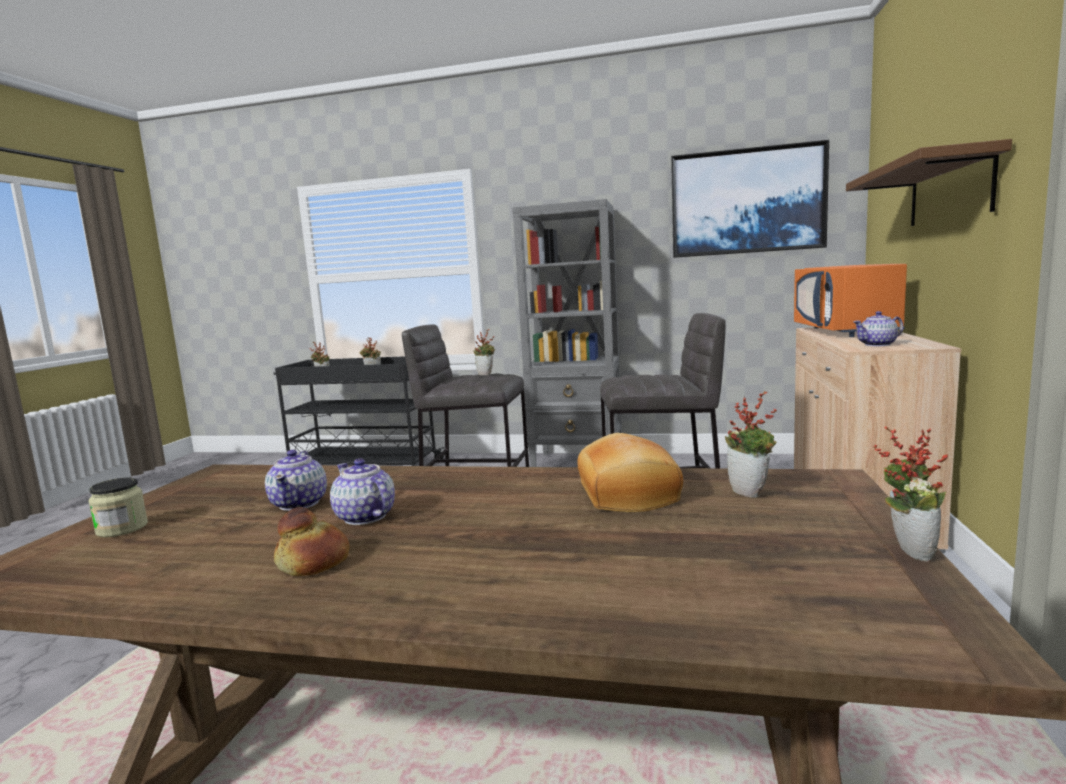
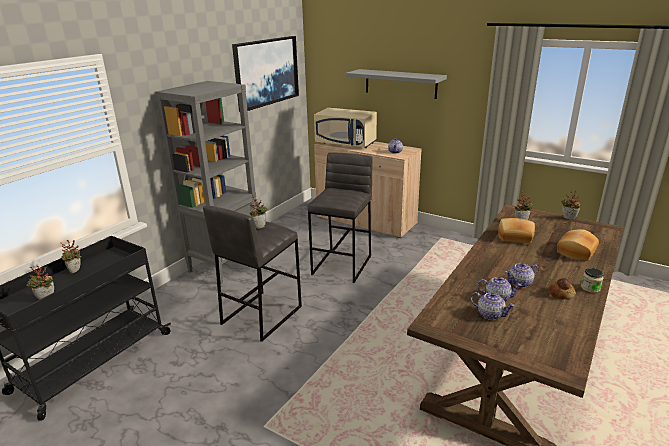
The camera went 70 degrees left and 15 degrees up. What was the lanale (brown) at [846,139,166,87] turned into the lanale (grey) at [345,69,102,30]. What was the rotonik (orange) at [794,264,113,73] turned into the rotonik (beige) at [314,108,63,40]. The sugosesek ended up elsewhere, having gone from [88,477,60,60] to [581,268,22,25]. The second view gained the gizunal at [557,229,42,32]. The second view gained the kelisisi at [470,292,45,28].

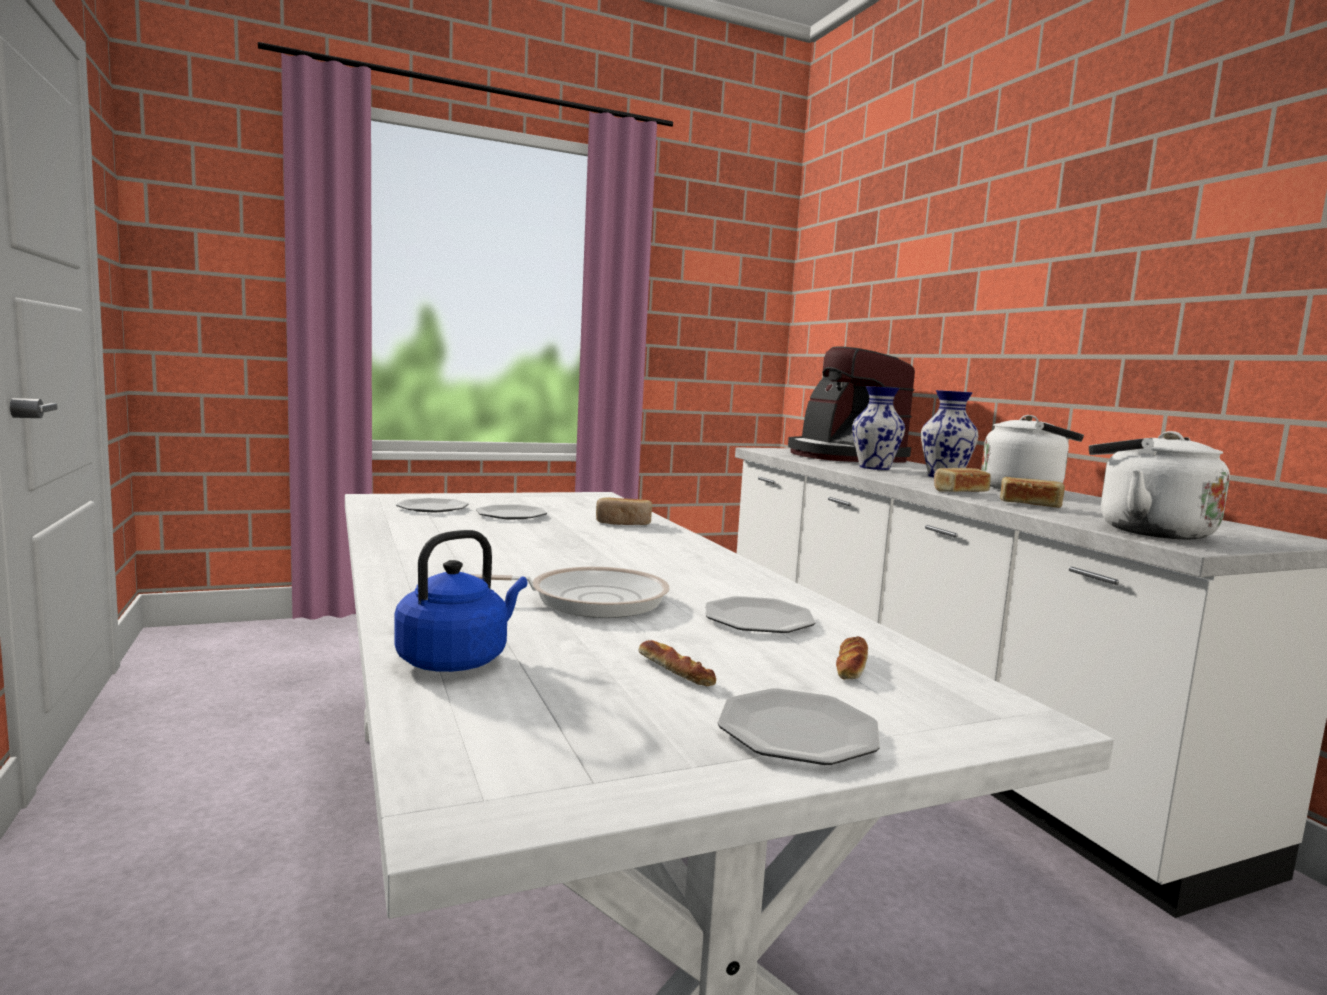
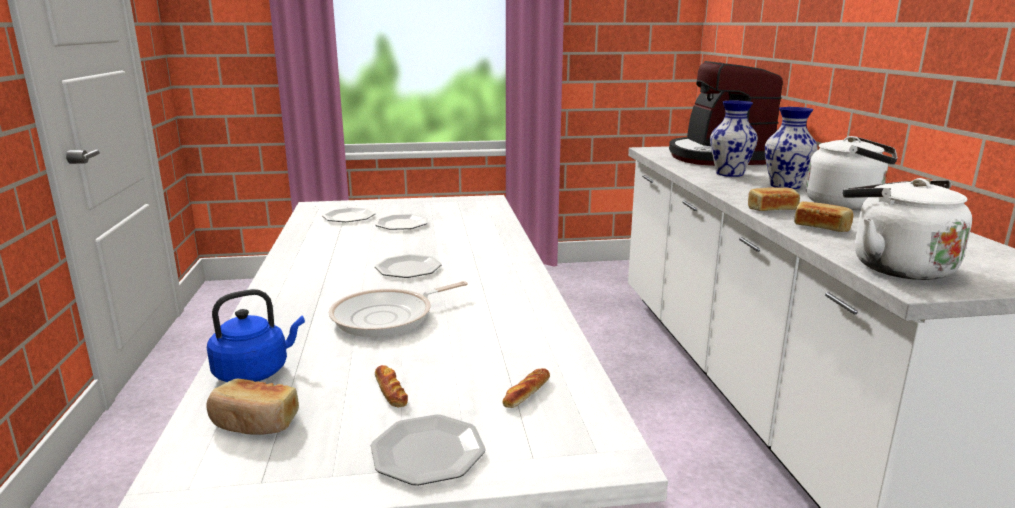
The camera went 15 degrees right and 10 degrees up. The gizunal ended up elsewhere, having gone from [596,497,56,28] to [206,379,93,56]. The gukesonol at [470,566,200,52] ended up facing another way, 135 degrees clockwise from before. The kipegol ended up elsewhere, having gone from [705,596,111,37] to [375,254,67,24].

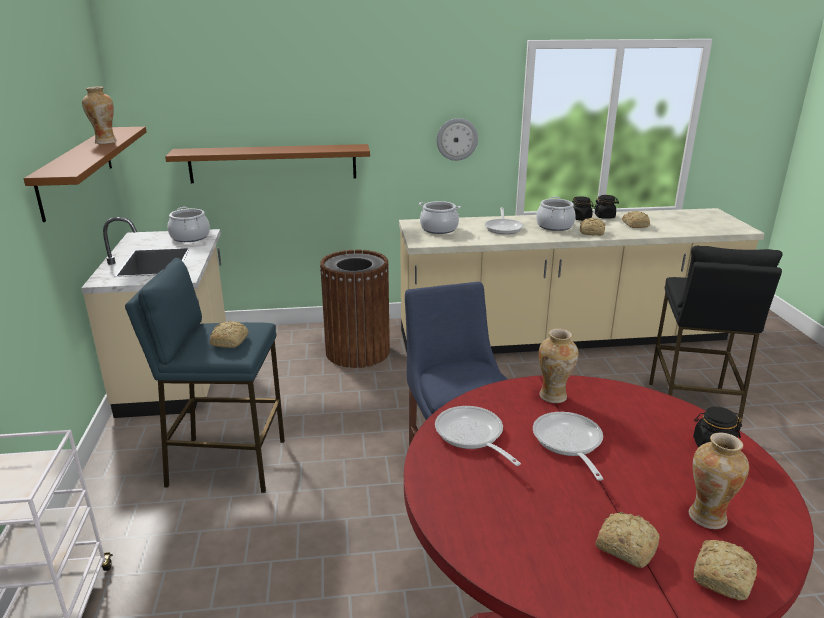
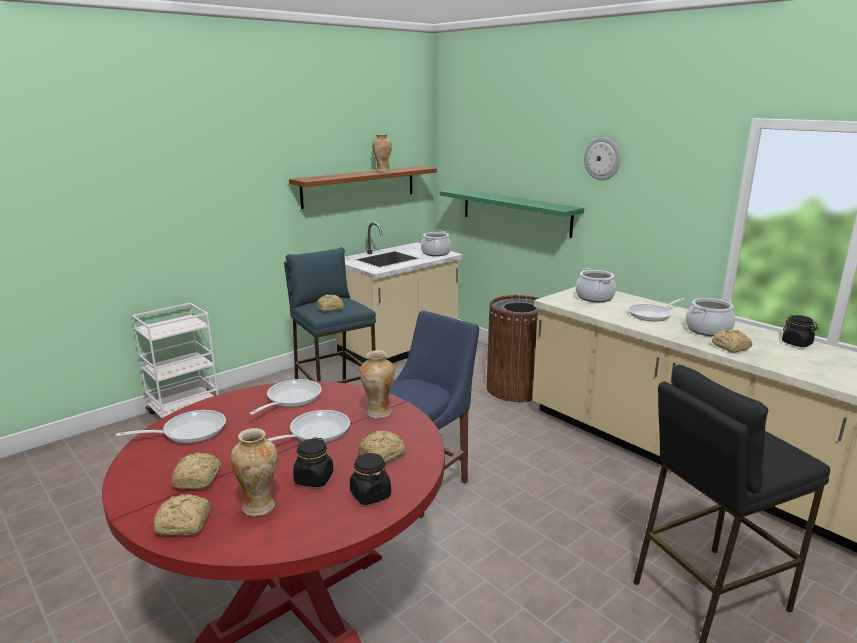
The camera went 55 degrees right and 5 degrees down. The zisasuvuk ended up elsewhere, having gone from [437,118,41,43] to [584,137,37,43]. What was the lanale (brown) at [165,144,205,39] turned into the lanale (green) at [440,189,144,49]. The sugosesek (black) ended up elsewhere, having gone from [572,197,21,24] to [293,437,40,50]. The gizunal ended up elsewhere, having gone from [622,211,28,17] to [358,430,48,33]. The second view gained the gukesonol at [116,410,110,33].

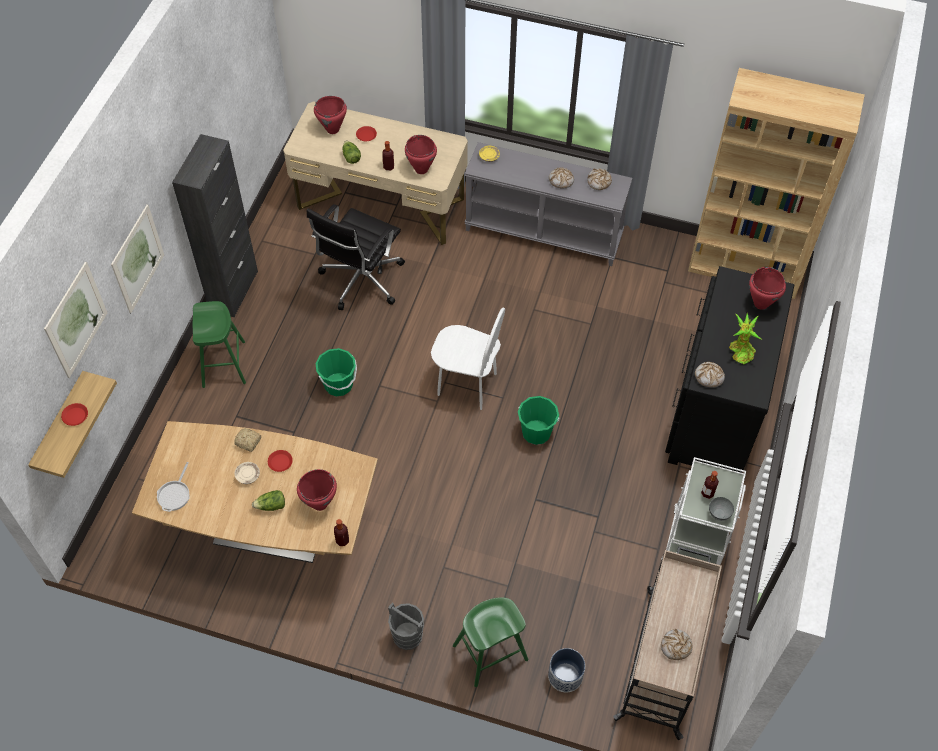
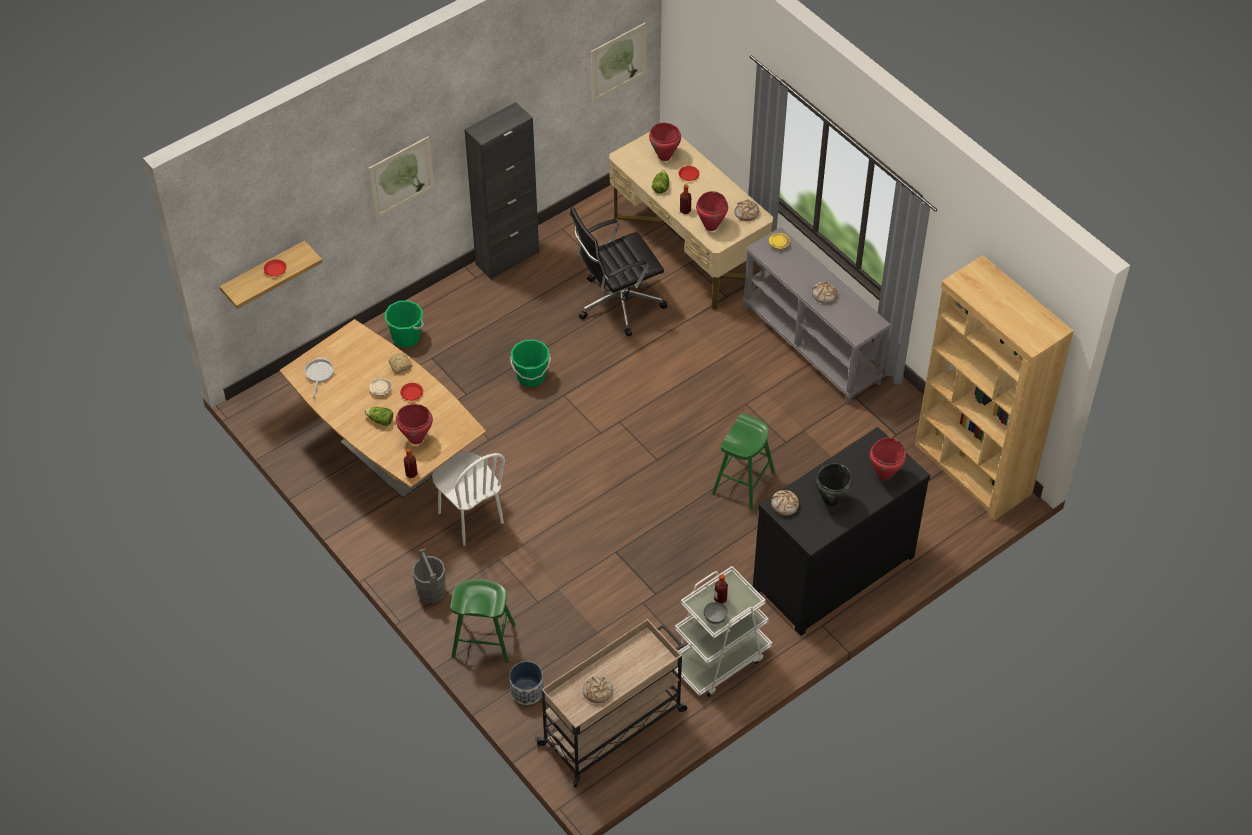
The camera went 35 degrees right and 5 degrees down. The gizunal ended up elsewhere, having gone from [587,169,25,21] to [734,199,25,22]. The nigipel ended up elsewhere, having gone from [44,262,63,116] to [591,22,56,81]. The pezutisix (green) ended up elsewhere, having gone from [193,301,53,87] to [712,414,63,96]. The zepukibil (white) ended up elsewhere, having gone from [431,307,74,103] to [432,452,73,94]. Where the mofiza stood at [729,313,32,51], the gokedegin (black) came to stand at [815,463,37,43]. The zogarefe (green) ended up elsewhere, having gone from [518,396,42,49] to [385,300,39,48]. The gukesonol at [157,462,32,50] ended up facing another way, 135 degrees clockwise from before.

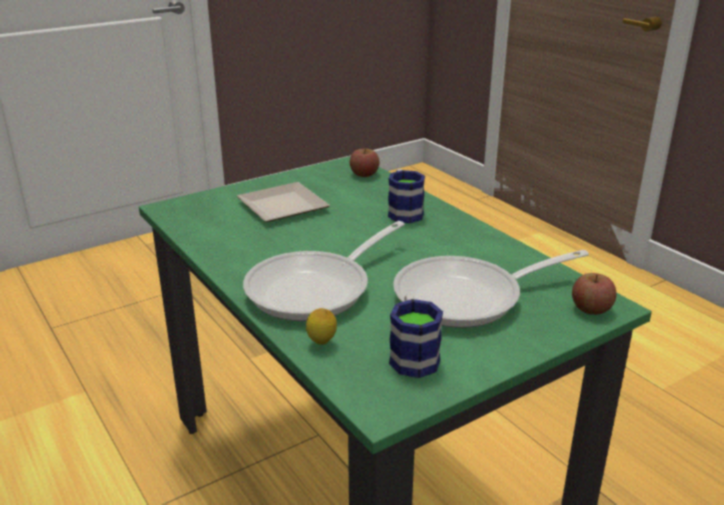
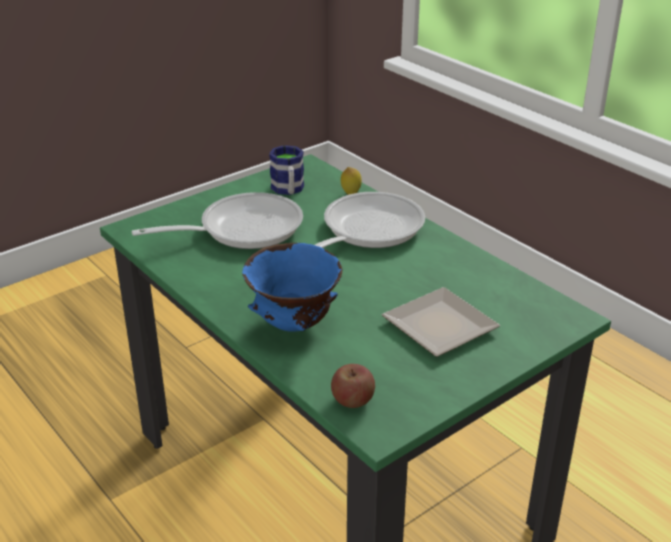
The camera went 175 degrees right and 5 degrees up. Where the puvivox stood at [388,169,37,54], the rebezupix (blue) came to stand at [242,243,100,89]. The second view lost the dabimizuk at [572,273,44,42].

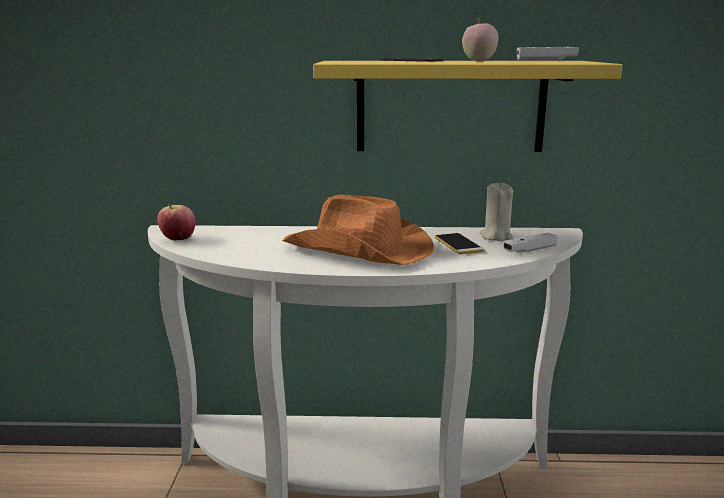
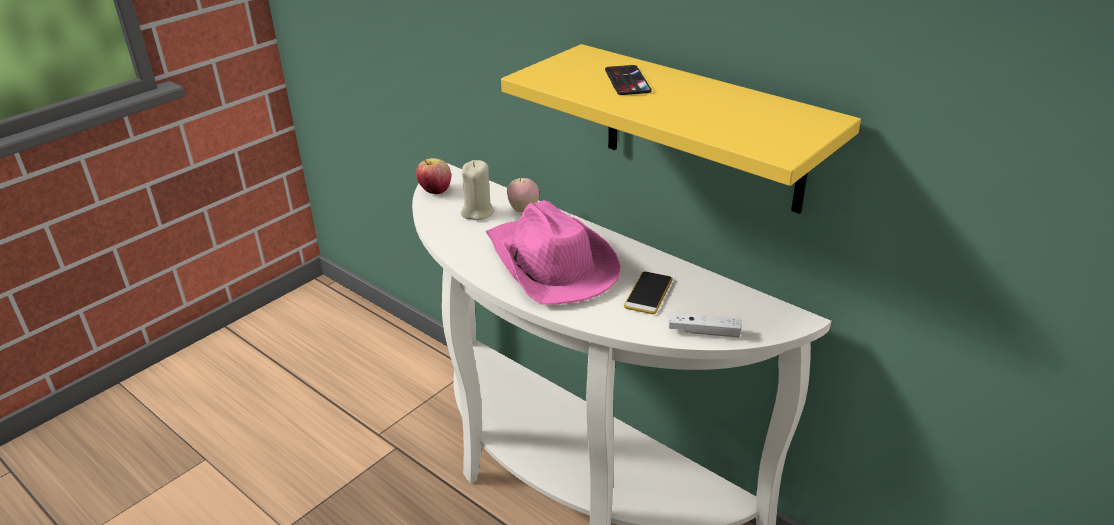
The camera went 40 degrees right and 15 degrees up. The dabimizuk ended up elsewhere, having gone from [462,17,36,44] to [507,176,32,36]. The second view lost the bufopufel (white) at [517,46,62,15]. The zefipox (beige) ended up elsewhere, having gone from [479,182,34,59] to [461,160,33,60]. What was the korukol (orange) at [283,194,151,71] turned into the korukol (pink) at [486,200,135,105].

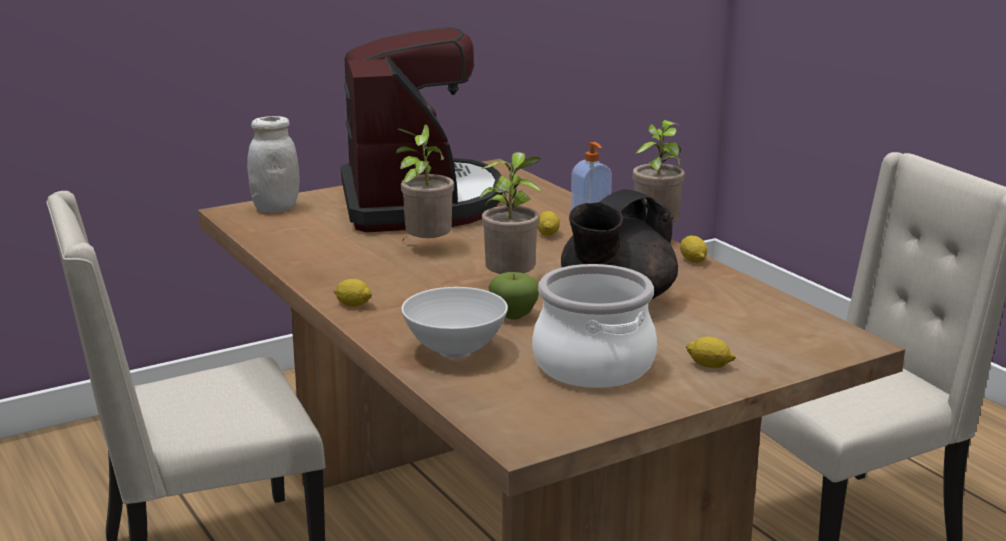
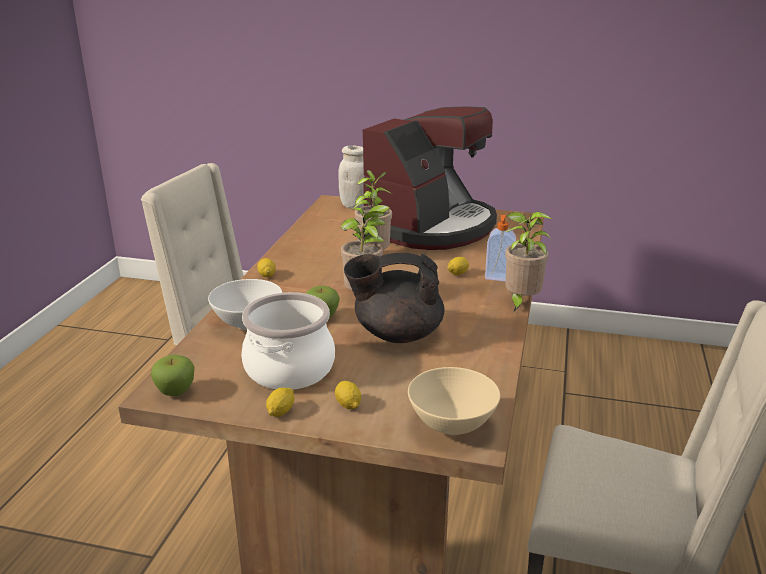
The camera went 45 degrees right and 5 degrees up. The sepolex ended up elsewhere, having gone from [680,236,27,27] to [266,387,28,30]. The second view gained the dabimizuk at [151,355,44,41]. The second view gained the rebezupix (beige) at [408,367,92,68].

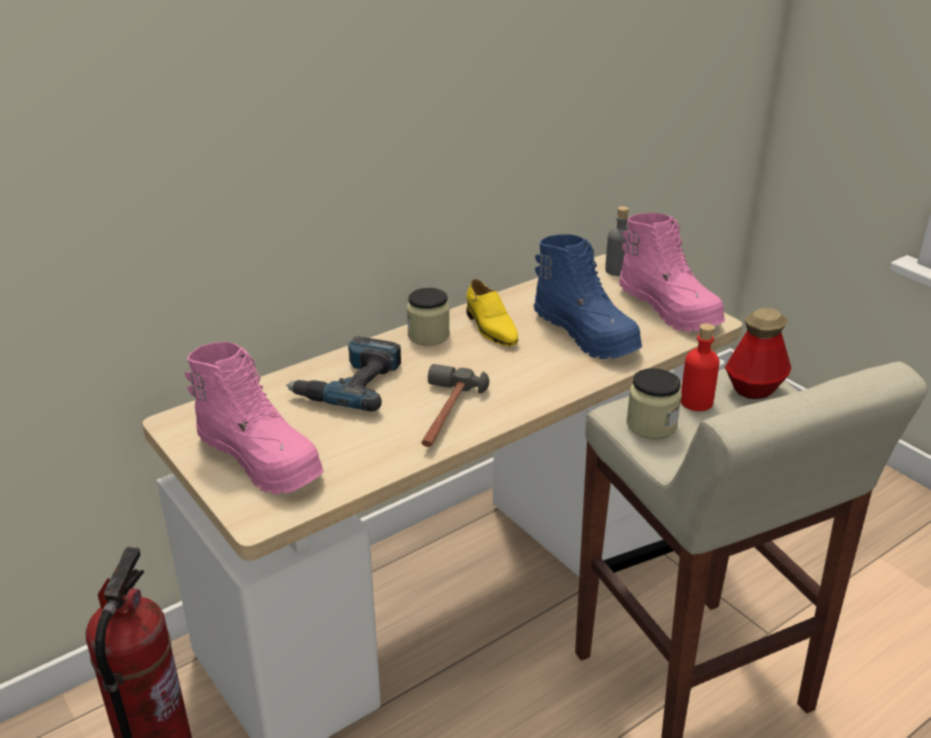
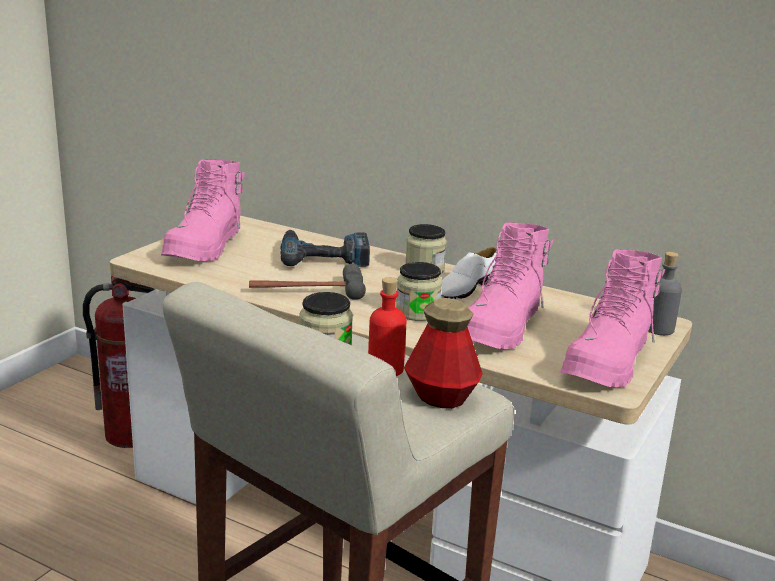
The camera went 65 degrees right and 10 degrees down. What was the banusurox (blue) at [534,234,108,125] turned into the banusurox (pink) at [467,222,86,127]. What was the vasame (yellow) at [466,279,52,67] turned into the vasame (white) at [441,247,56,52]. The second view gained the sugosesek at [396,262,46,59].

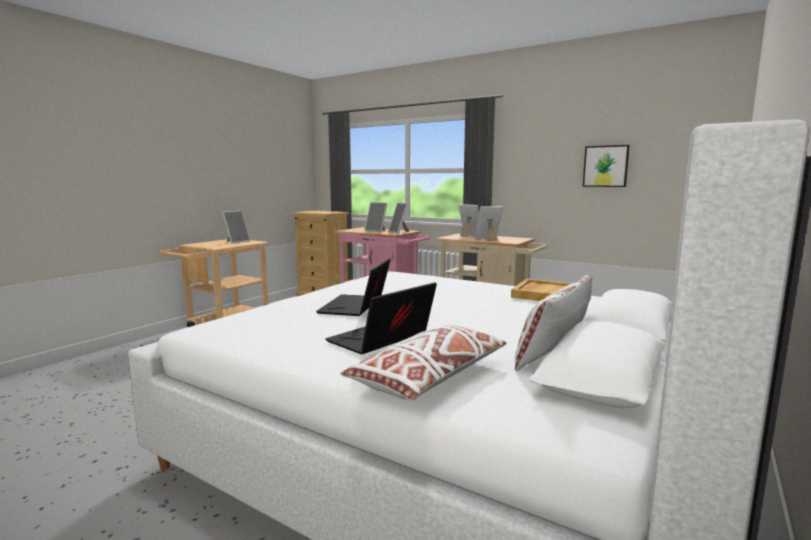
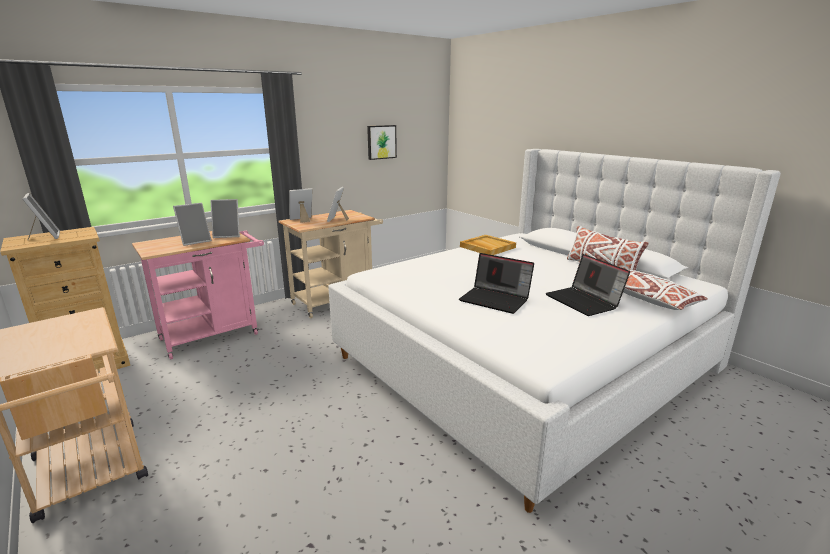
The camera went 70 degrees left and 10 degrees up. The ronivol ended up elsewhere, having gone from [222,211,29,32] to [23,193,37,47].

